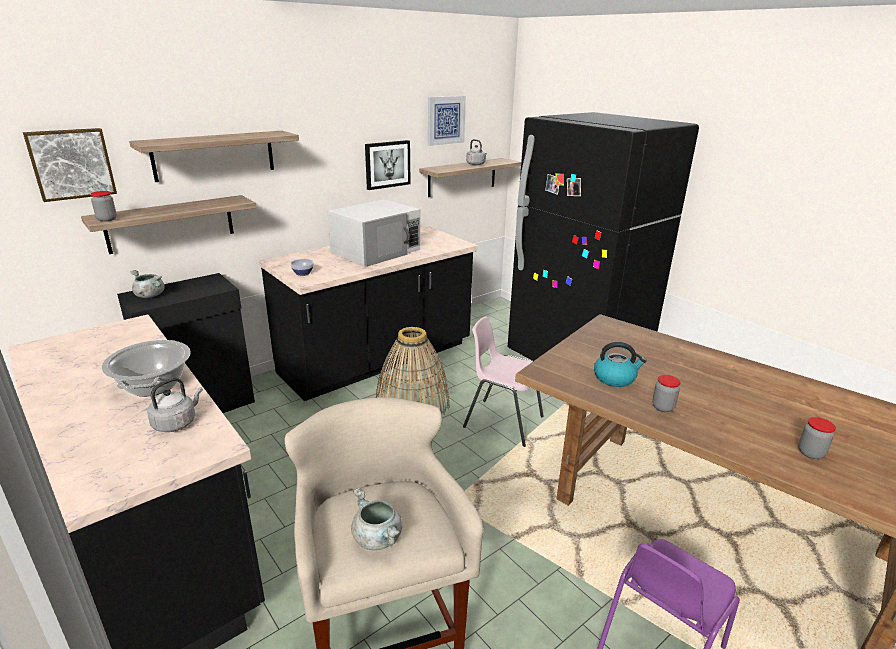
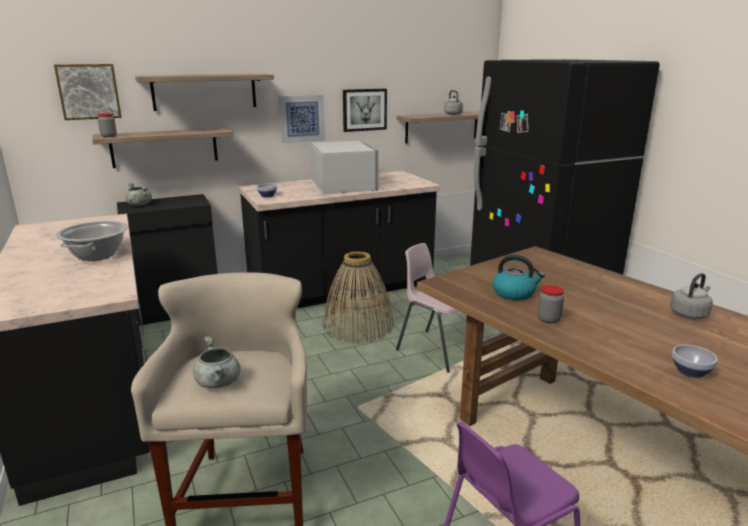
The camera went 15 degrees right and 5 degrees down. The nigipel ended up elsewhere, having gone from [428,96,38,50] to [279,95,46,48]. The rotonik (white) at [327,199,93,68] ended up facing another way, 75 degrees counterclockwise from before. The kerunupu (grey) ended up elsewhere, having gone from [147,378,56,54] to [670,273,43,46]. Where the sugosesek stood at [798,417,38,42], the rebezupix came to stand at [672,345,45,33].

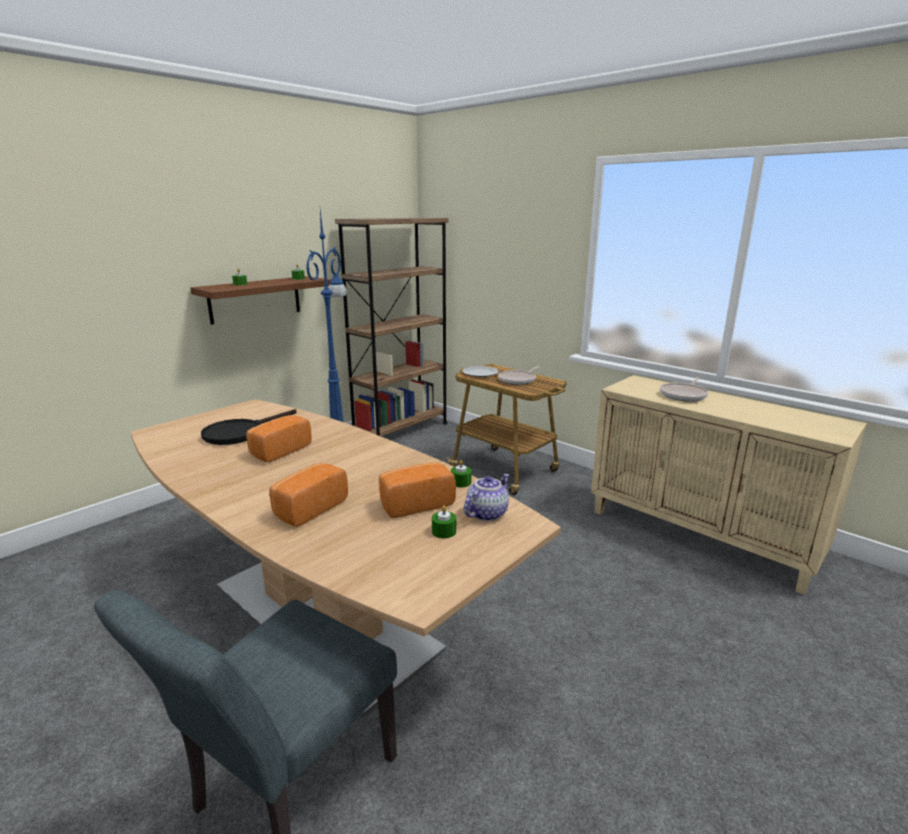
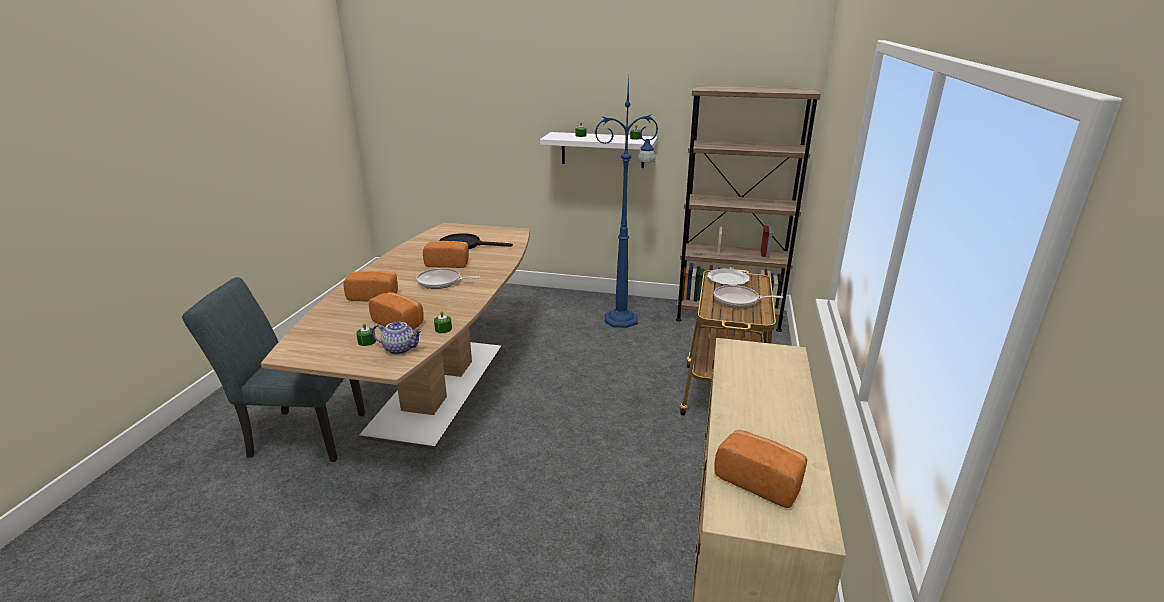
The camera went 60 degrees right and 5 degrees up. What was the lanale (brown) at [190,276,141,49] turned into the lanale (white) at [540,132,117,36]. The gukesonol ended up elsewhere, having gone from [660,377,49,25] to [416,268,65,21]. The second view gained the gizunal at [714,430,93,78].

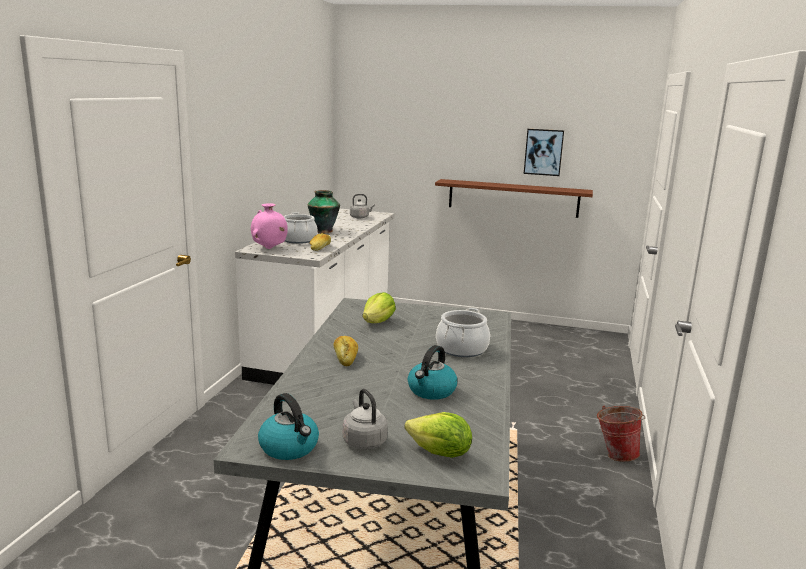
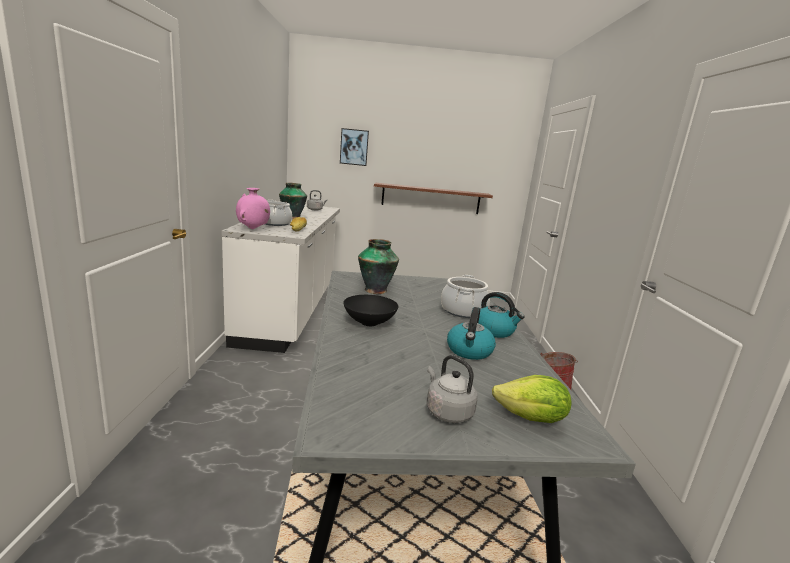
The camera went 15 degrees left and 0 degrees up. The nigipel ended up elsewhere, having gone from [524,129,40,47] to [340,128,29,38]. Where the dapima stood at [363,292,33,31], the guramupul came to stand at [358,239,41,55]. Where the gizunal stood at [334,336,24,30], the rebezupix (black) came to stand at [343,295,55,31]. The kerunupu ended up elsewhere, having gone from [258,393,61,67] to [478,292,47,46].

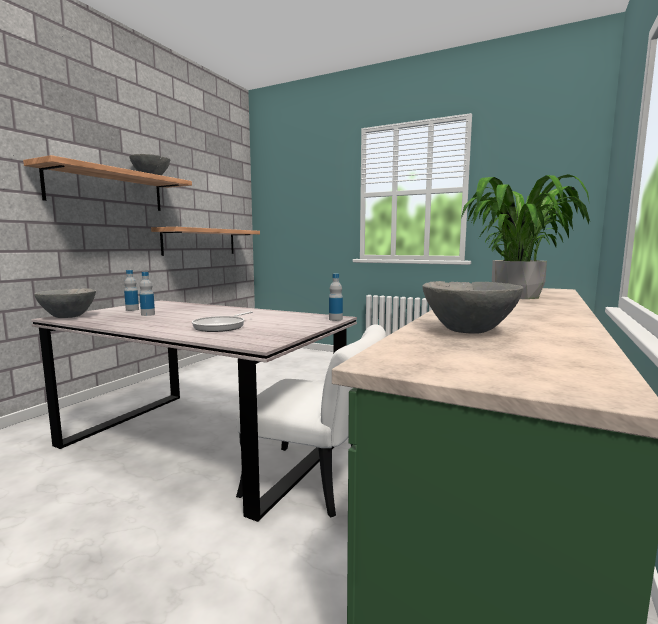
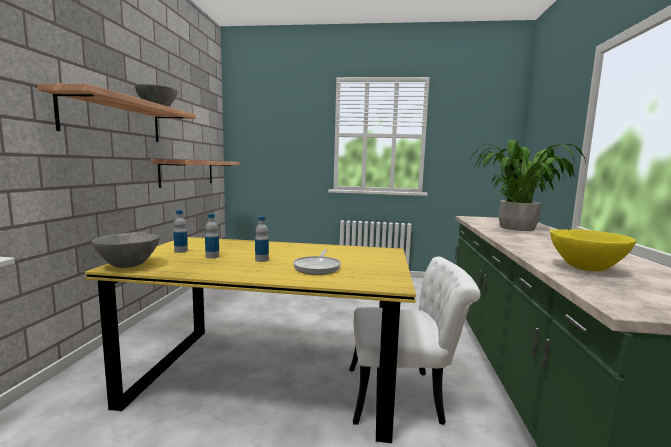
The camera went 20 degrees left and 0 degrees up. The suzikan ended up elsewhere, having gone from [329,274,14,47] to [255,216,14,46]. What was the rebezupix (grey) at [423,281,100,53] turned into the rebezupix (yellow) at [550,229,86,42]. What was the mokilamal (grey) at [31,300,326,222] turned into the mokilamal (yellow) at [85,237,331,206].

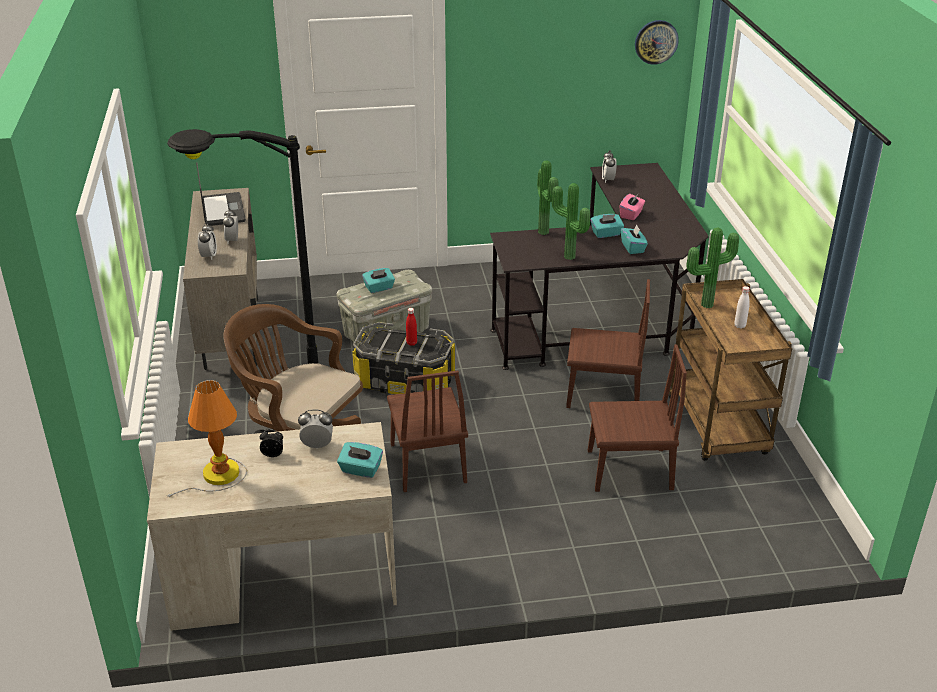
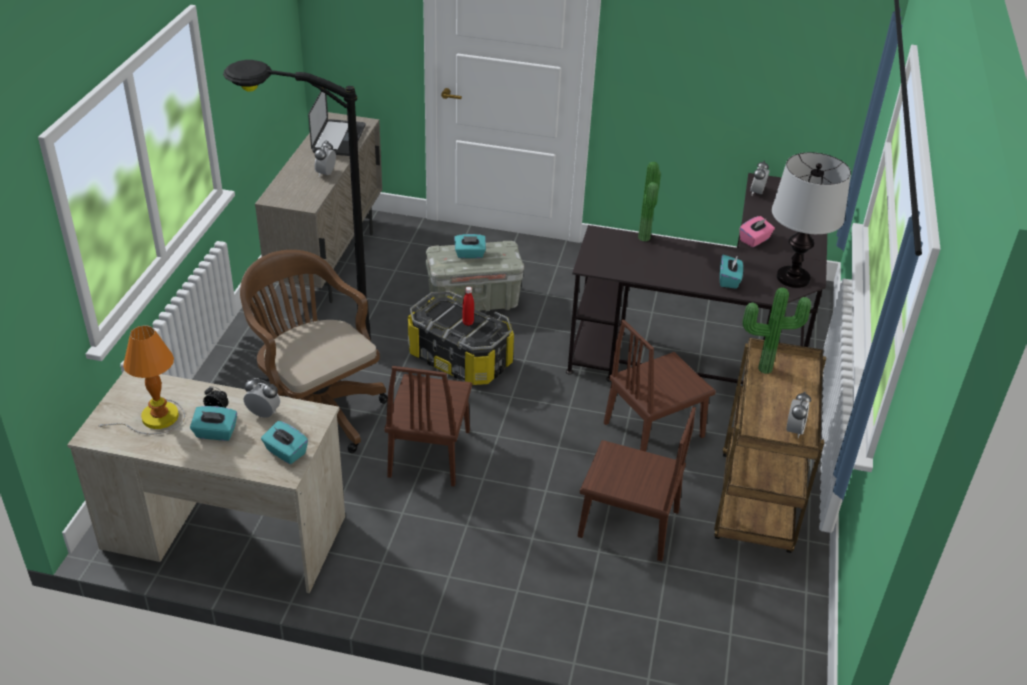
The camera went 20 degrees right and 5 degrees up. The second view lost the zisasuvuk at [635,20,44,45]. The second view lost the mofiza at [552,183,38,77]. The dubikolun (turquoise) ended up elsewhere, having gone from [591,214,33,24] to [190,406,47,35]. The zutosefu ended up elsewhere, having gone from [198,223,19,37] to [786,392,25,46]. The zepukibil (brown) at [566,279,84,129] ended up facing another way, 120 degrees clockwise from before. The second view lost the suzikan (white) at [734,286,16,43]. The second view gained the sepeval at [772,152,79,136].

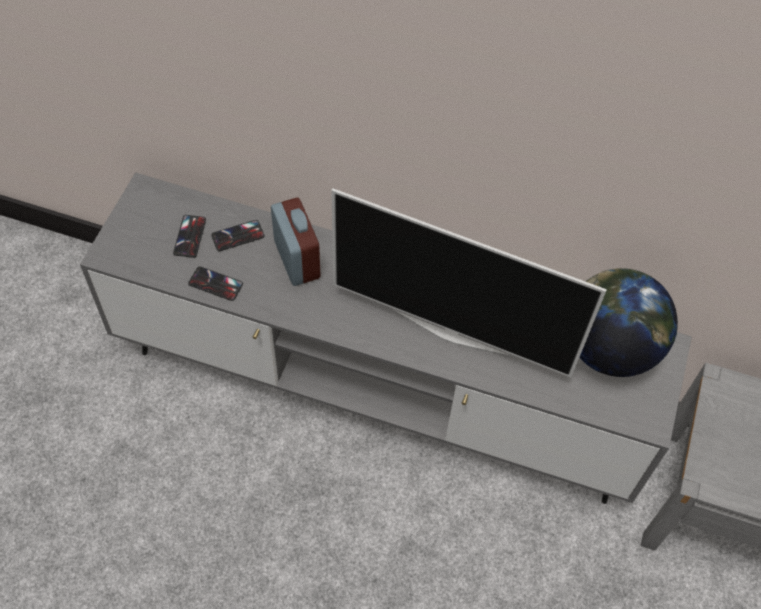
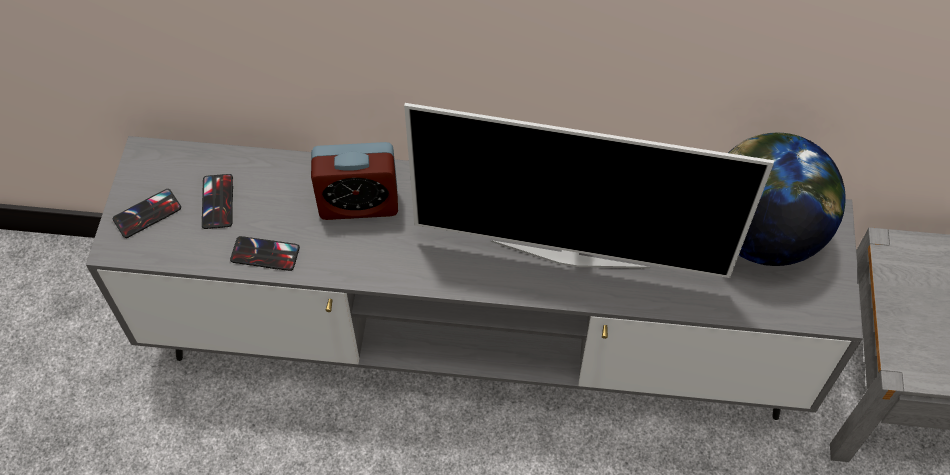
The camera went 10 degrees left and 0 degrees up. The zutosefu at [271,198,49,88] ended up facing another way, 120 degrees clockwise from before. The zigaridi ended up elsewhere, having gone from [211,220,54,31] to [113,189,68,49].

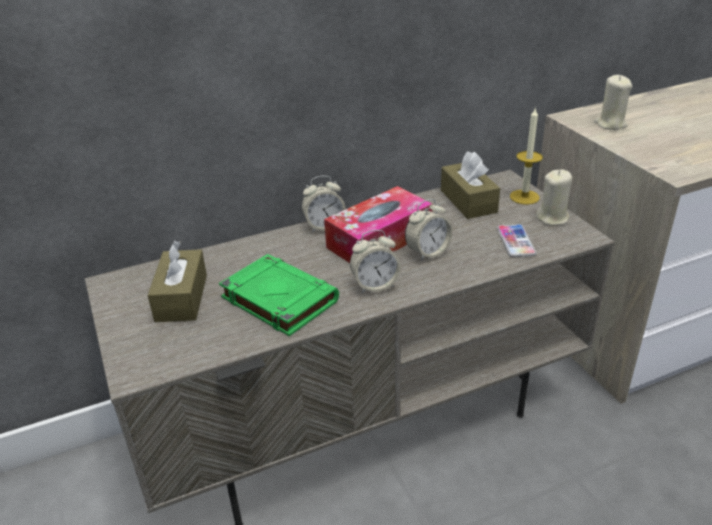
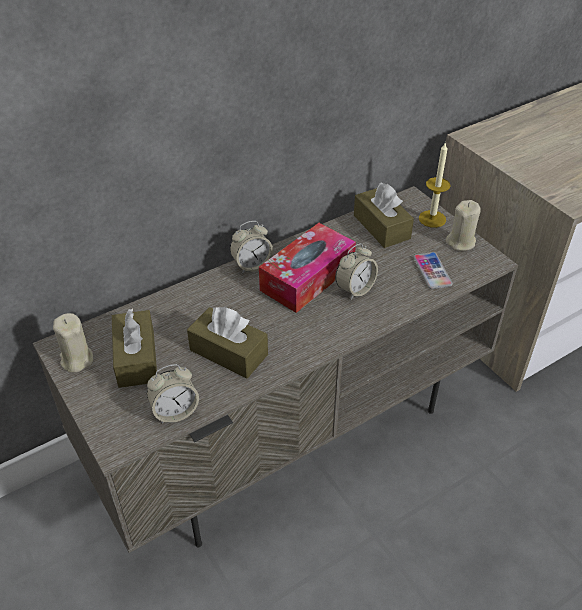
The camera went 10 degrees left and 10 degrees up. The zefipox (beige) ended up elsewhere, having gone from [594,75,38,55] to [53,313,40,60]. The zutosefu ended up elsewhere, having gone from [350,230,51,63] to [147,364,52,60]. Where the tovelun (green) stood at [219,254,120,82], the dubikolun (brown) came to stand at [187,307,81,71].

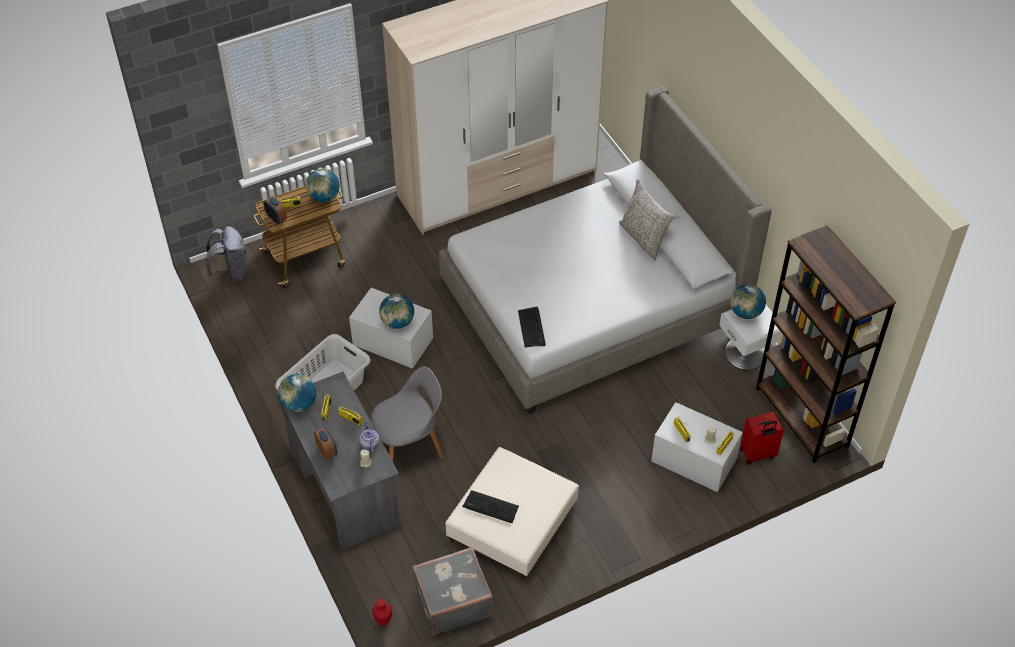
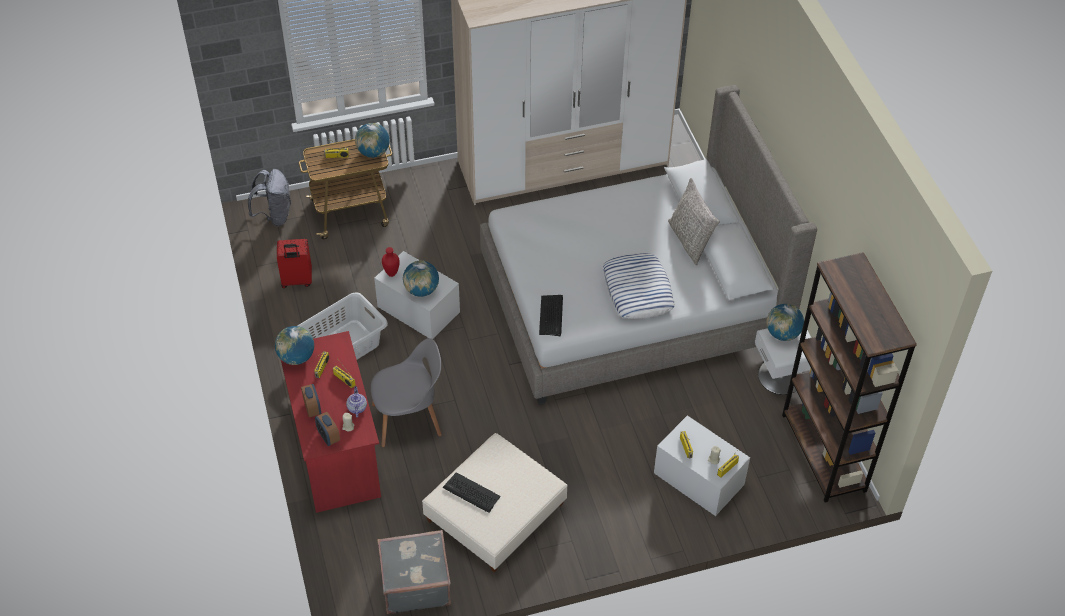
The camera went 10 degrees right and 0 degrees up. The zutosefu ended up elsewhere, having gone from [263,196,24,28] to [315,412,25,34]. What was the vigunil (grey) at [278,372,122,179] turned into the vigunil (red) at [281,331,100,182]. The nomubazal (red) ended up elsewhere, having gone from [740,412,44,53] to [277,239,35,49]. The guramupul (red) ended up elsewhere, having gone from [373,599,19,27] to [382,247,17,30]. The second view gained the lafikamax at [603,253,72,66].

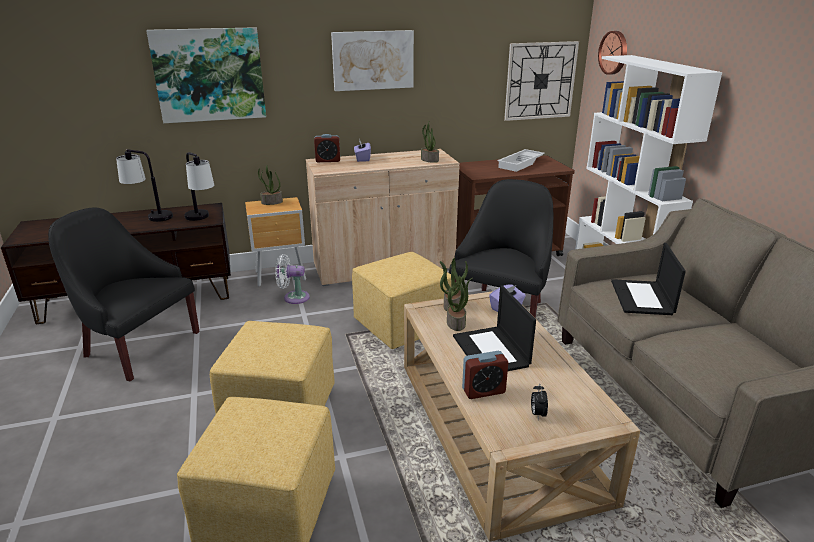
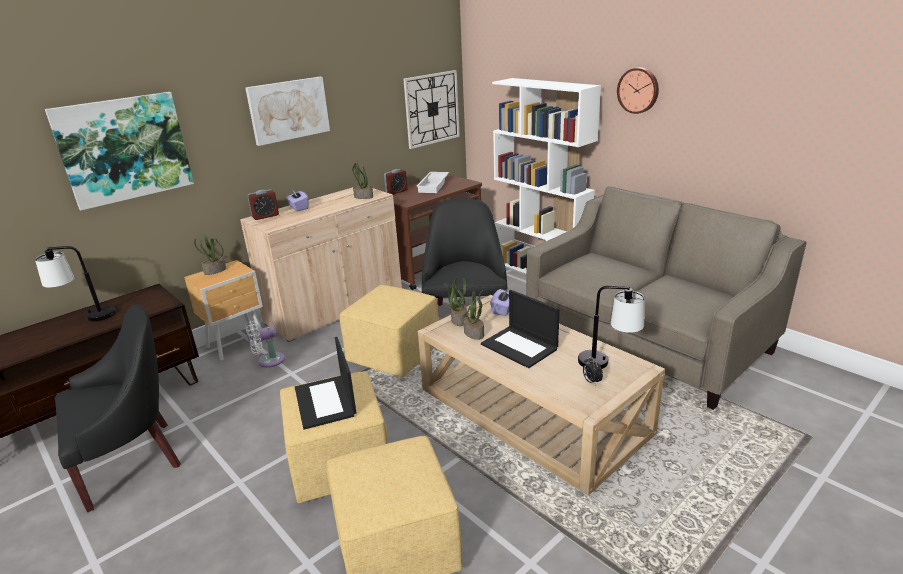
The camera went 25 degrees left and 0 degrees up. The zisasuvuk ended up elsewhere, having gone from [598,31,29,44] to [617,68,42,46]. The sepeval ended up elsewhere, having gone from [184,152,30,69] to [578,286,66,83]. The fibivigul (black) at [48,207,152,175] ended up facing another way, 150 degrees clockwise from before. The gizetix ended up elsewhere, having gone from [611,243,75,72] to [295,337,61,93]. The zutosefu ended up elsewhere, having gone from [462,351,46,48] to [384,169,23,26].

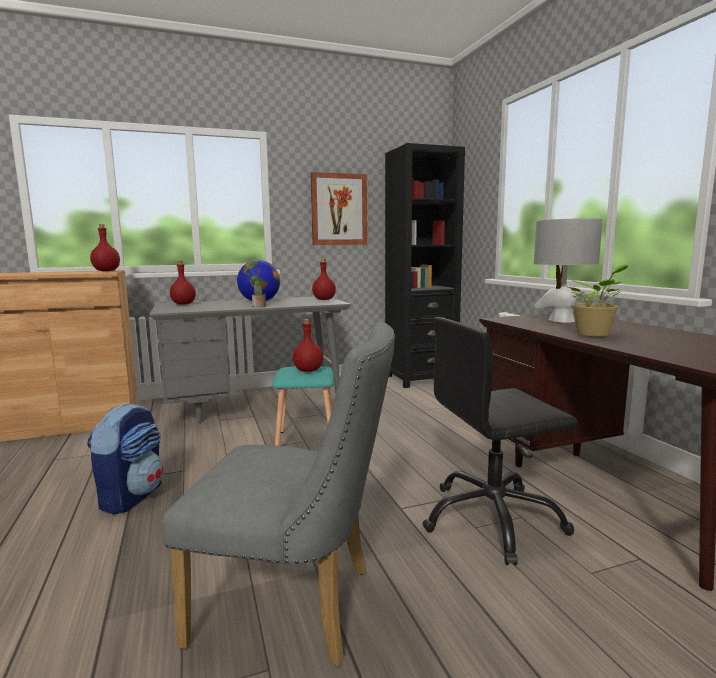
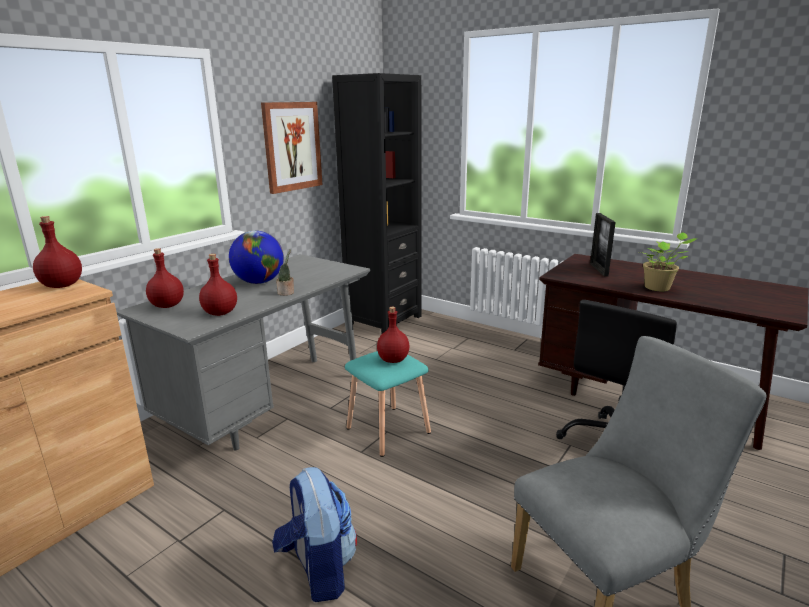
The camera went 35 degrees left and 10 degrees up. Where the sepeval (grey) stood at [534,218,69,105], the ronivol came to stand at [590,213,26,63]. The suzikan (red) ended up elsewhere, having gone from [312,259,24,41] to [199,254,38,62].

